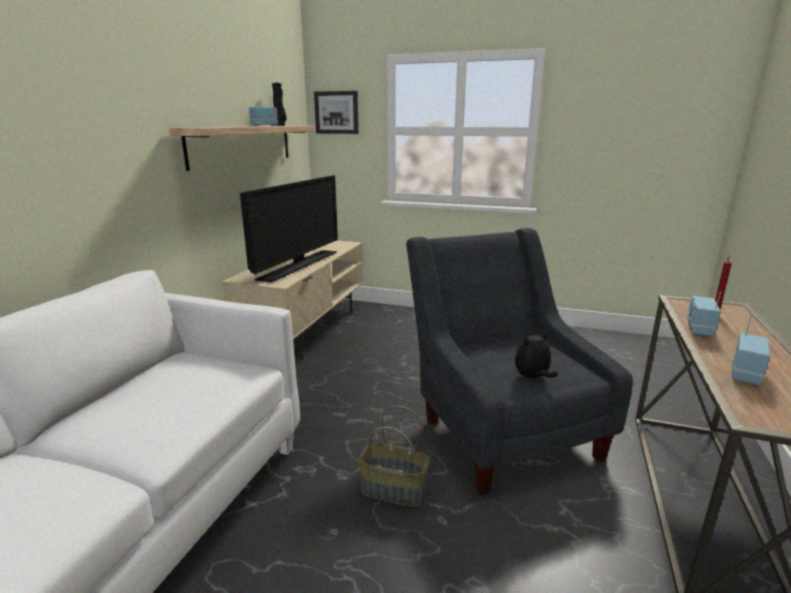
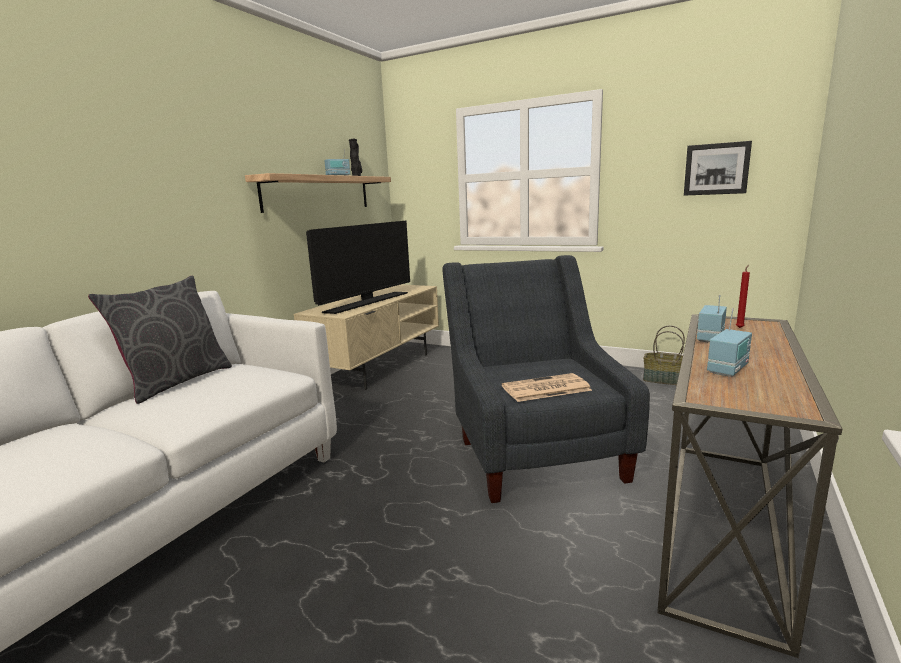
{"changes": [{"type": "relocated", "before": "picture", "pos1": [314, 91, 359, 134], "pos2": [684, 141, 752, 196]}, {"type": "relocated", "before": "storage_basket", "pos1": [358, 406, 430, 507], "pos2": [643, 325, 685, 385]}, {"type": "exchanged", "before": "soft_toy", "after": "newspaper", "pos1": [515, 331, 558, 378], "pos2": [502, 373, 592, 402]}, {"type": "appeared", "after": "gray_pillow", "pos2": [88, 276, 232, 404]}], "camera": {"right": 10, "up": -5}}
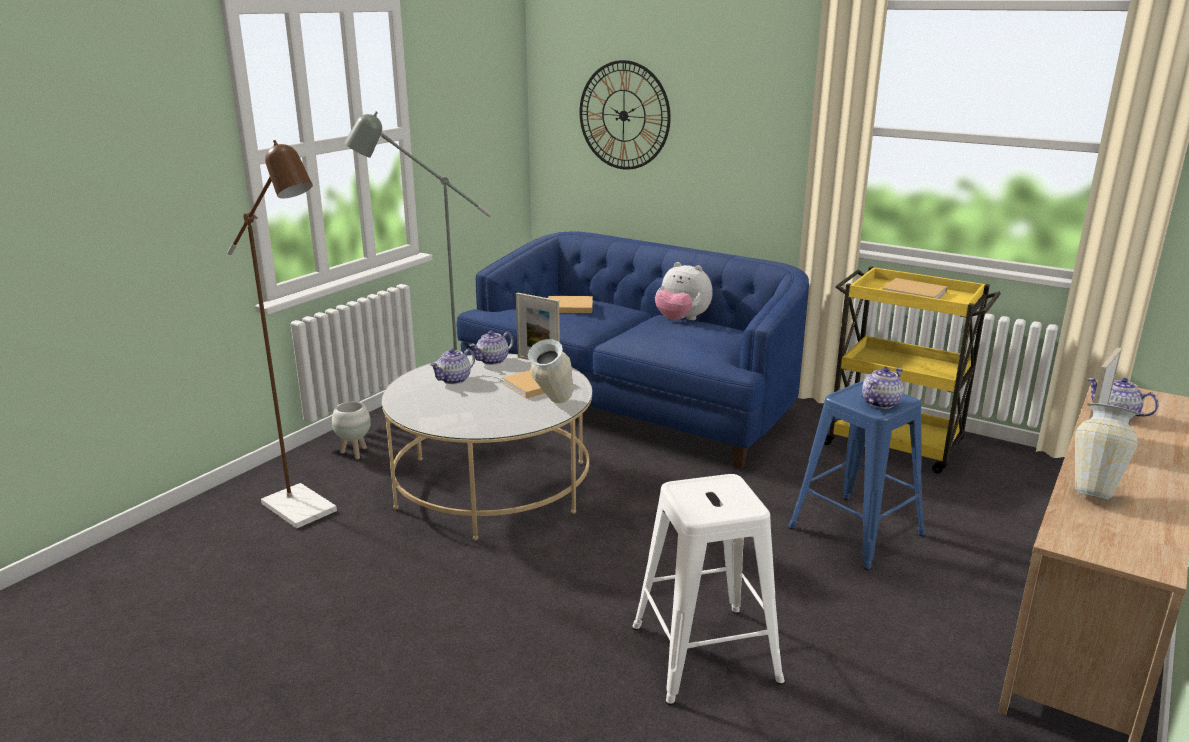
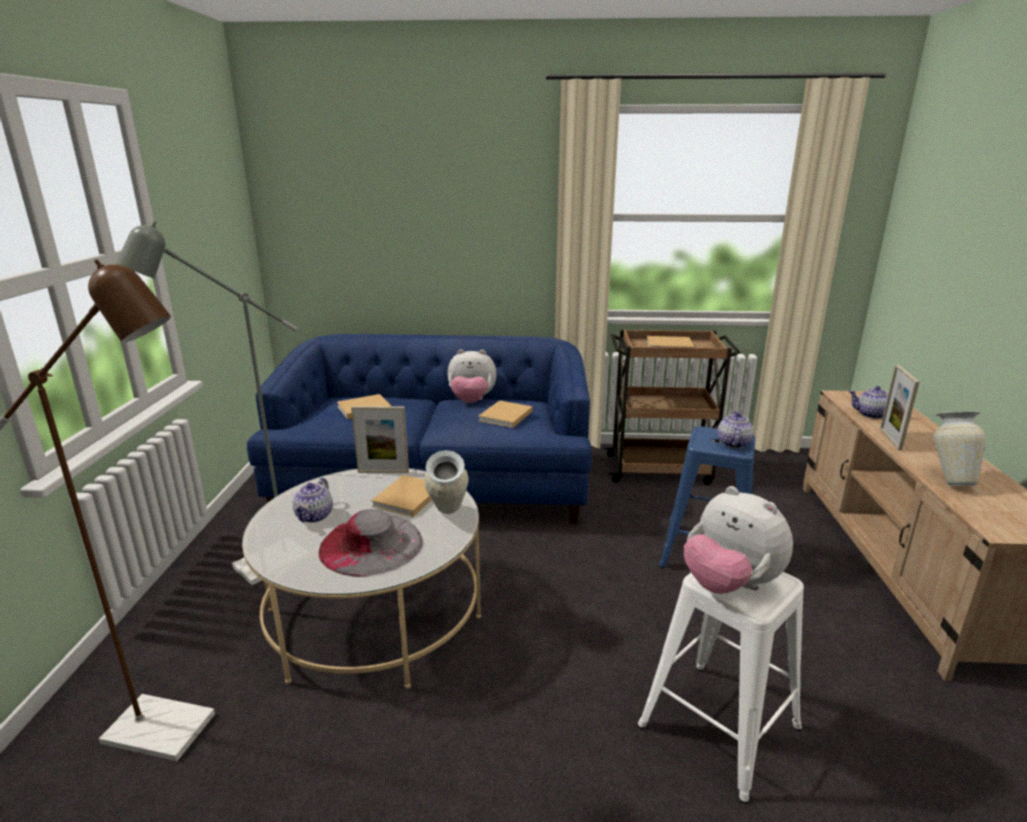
{"changes": [{"type": "missing", "before": "white_planter", "pos1": [332, 401, 371, 459]}, {"type": "missing", "before": "tea_pot", "pos1": [469, 331, 514, 365]}, {"type": "missing", "before": "clock_on_the_wall", "pos1": [579, 60, 671, 170]}, {"type": "colour", "before": "yellow_cart", "after": "brown_cart", "pos1": [824, 266, 1001, 474], "pos2": [604, 329, 740, 485]}, {"type": "appeared", "after": "gray_hat", "pos2": [319, 509, 423, 577]}, {"type": "appeared", "after": "sand-coloured_volume", "pos2": [478, 400, 533, 428]}, {"type": "appeared", "after": "soft_toy", "pos2": [684, 486, 793, 594]}], "camera": {"right": -30, "up": 0}}
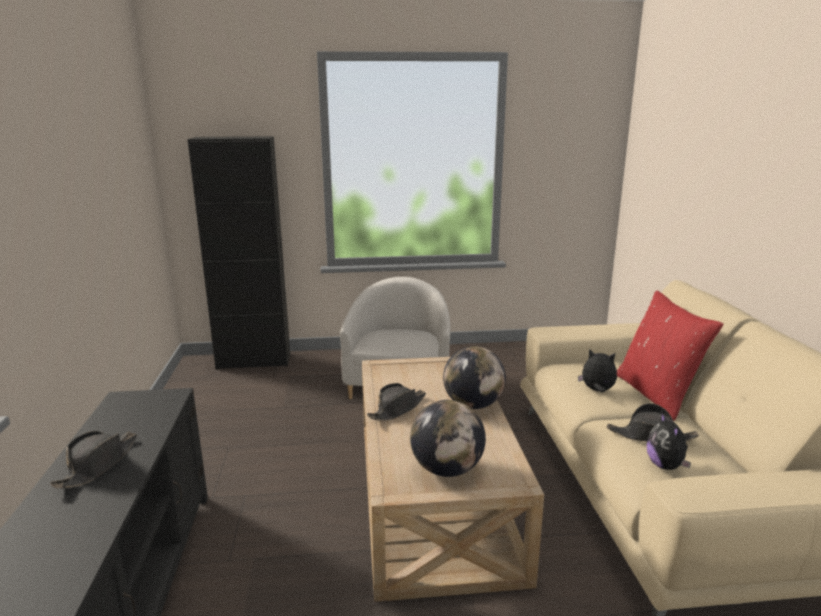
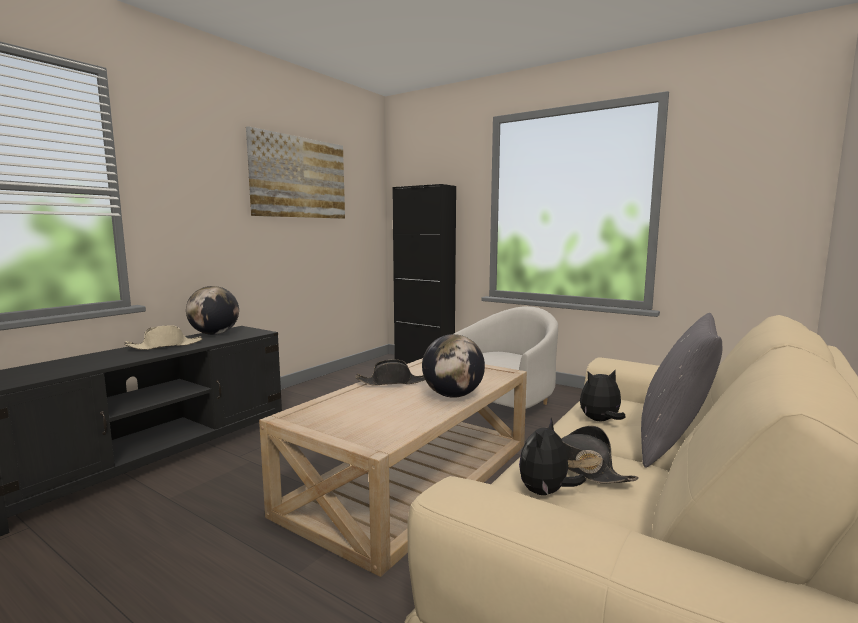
{"changes": [{"type": "colour", "before": "black-coloured_hat", "after": "sand-coloured_hat", "pos1": [50, 431, 137, 489], "pos2": [124, 325, 202, 350]}, {"type": "relocated", "before": "globe", "pos1": [410, 400, 486, 477], "pos2": [186, 286, 239, 335]}, {"type": "spun", "before": "soft_toy", "pos1": [578, 349, 617, 392], "pos2": [580, 370, 626, 421], "turn": -75}, {"type": "colour", "before": "reddish_pillow", "after": "gray_pillow", "pos1": [617, 290, 723, 421], "pos2": [641, 313, 722, 468]}, {"type": "appeared", "after": "picture", "pos2": [246, 126, 345, 219]}], "camera": {"right": 40, "up": -10}}
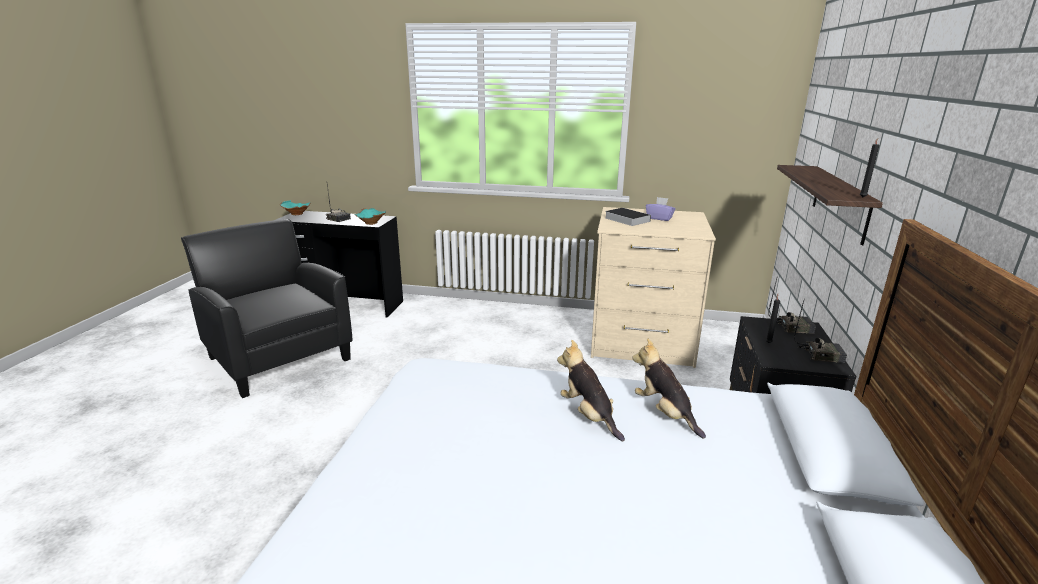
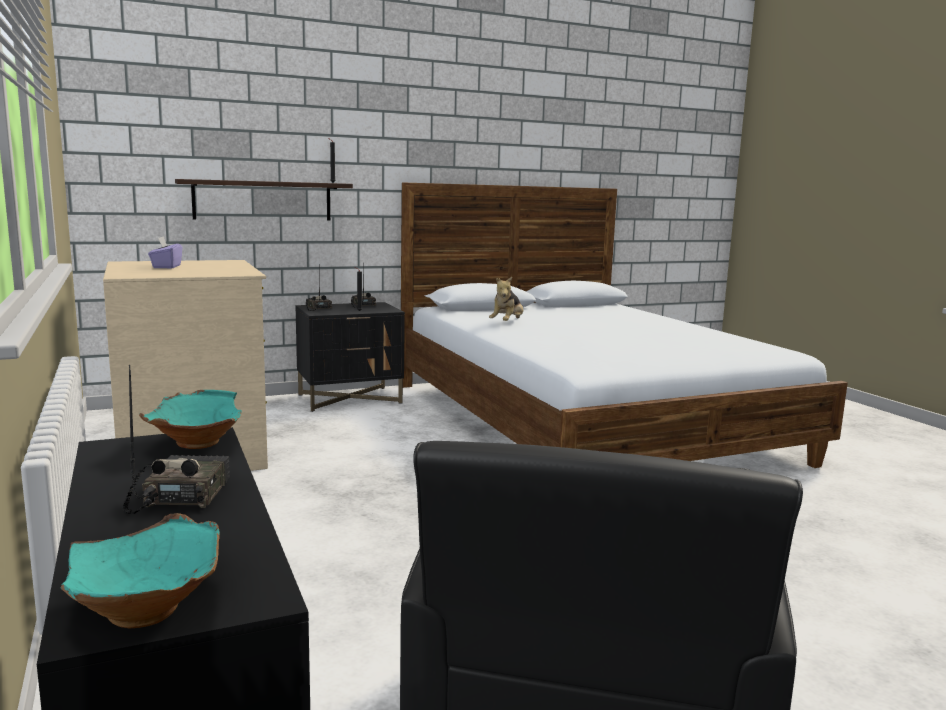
{"changes": [{"type": "missing", "before": "soft_toy", "pos1": [557, 340, 625, 441]}, {"type": "missing", "before": "volume", "pos1": [605, 208, 651, 226]}], "camera": {"right": -125, "up": -10}}
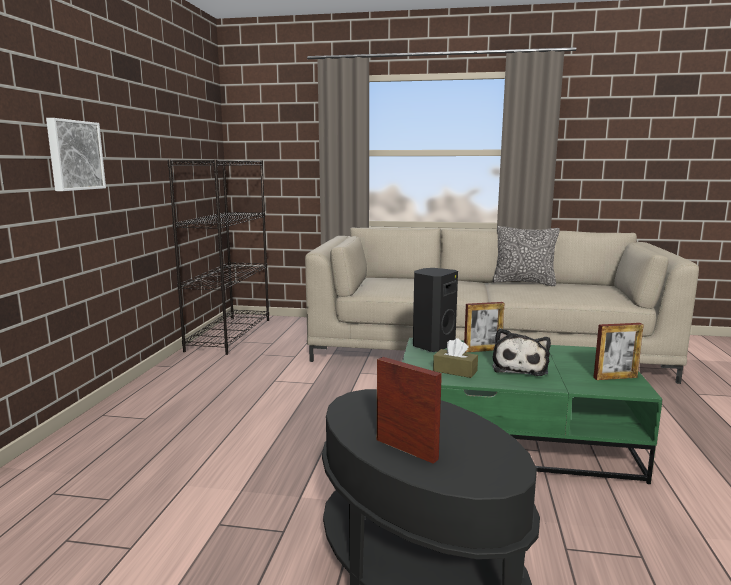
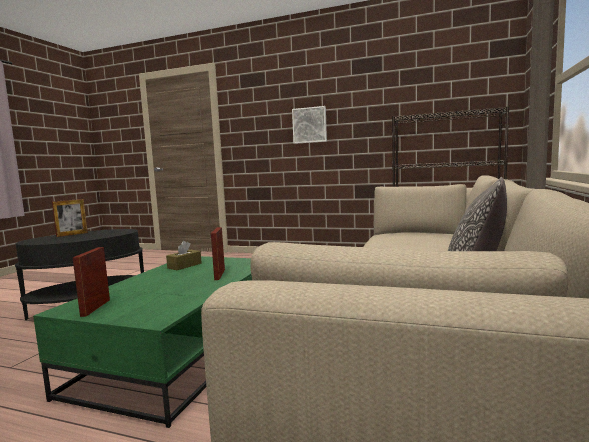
{"changes": [{"type": "missing", "before": "black-coloured_loudspeaker", "pos1": [413, 268, 458, 352]}, {"type": "missing", "before": "soft_toy", "pos1": [492, 328, 551, 376]}], "camera": {"right": 100, "up": -5}}
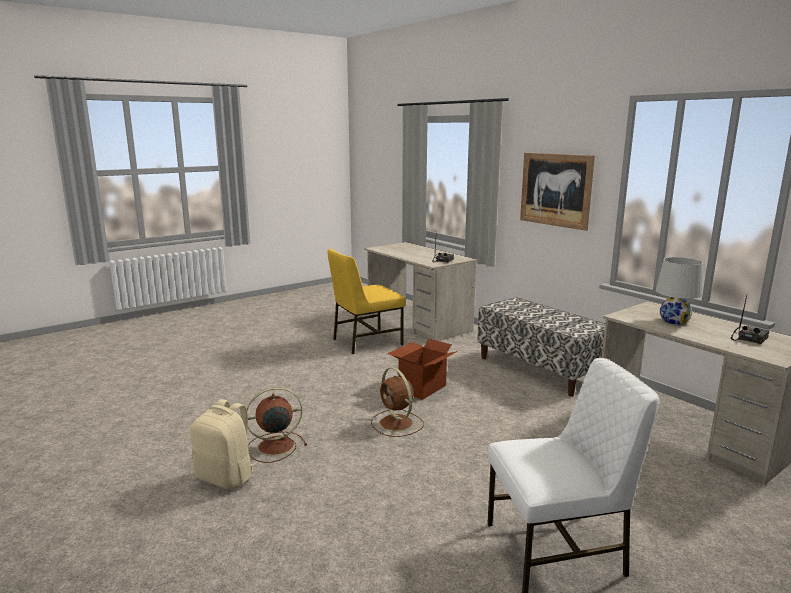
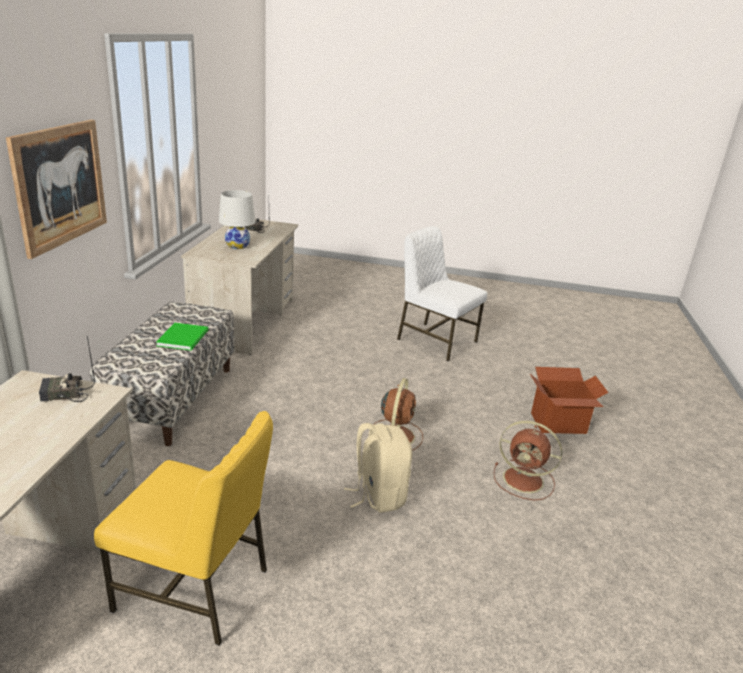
{"changes": [{"type": "relocated", "before": "sand-coloured_knapsack", "pos1": [190, 399, 257, 490], "pos2": [344, 423, 412, 513]}, {"type": "relocated", "before": "cardboard_box", "pos1": [387, 339, 458, 400], "pos2": [530, 367, 608, 434]}, {"type": "appeared", "after": "greenish_volume", "pos2": [156, 323, 209, 351]}], "camera": {"right": -135, "up": 10}}
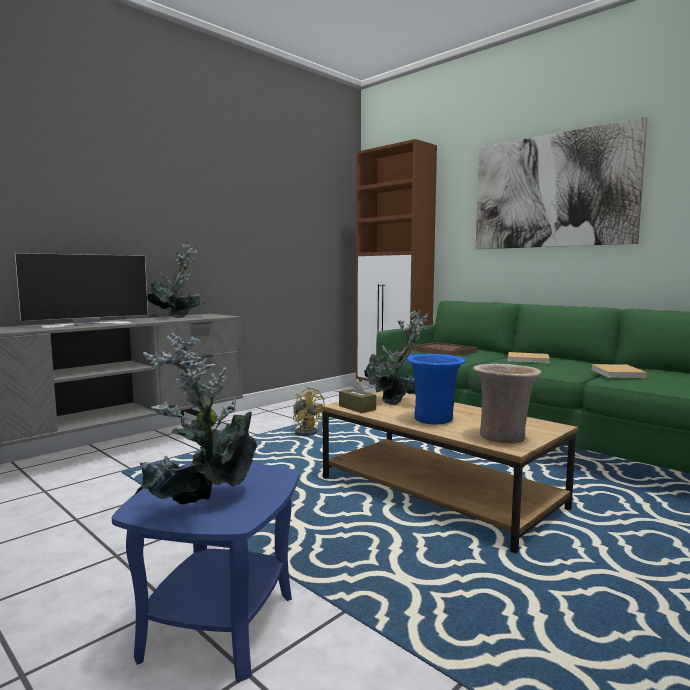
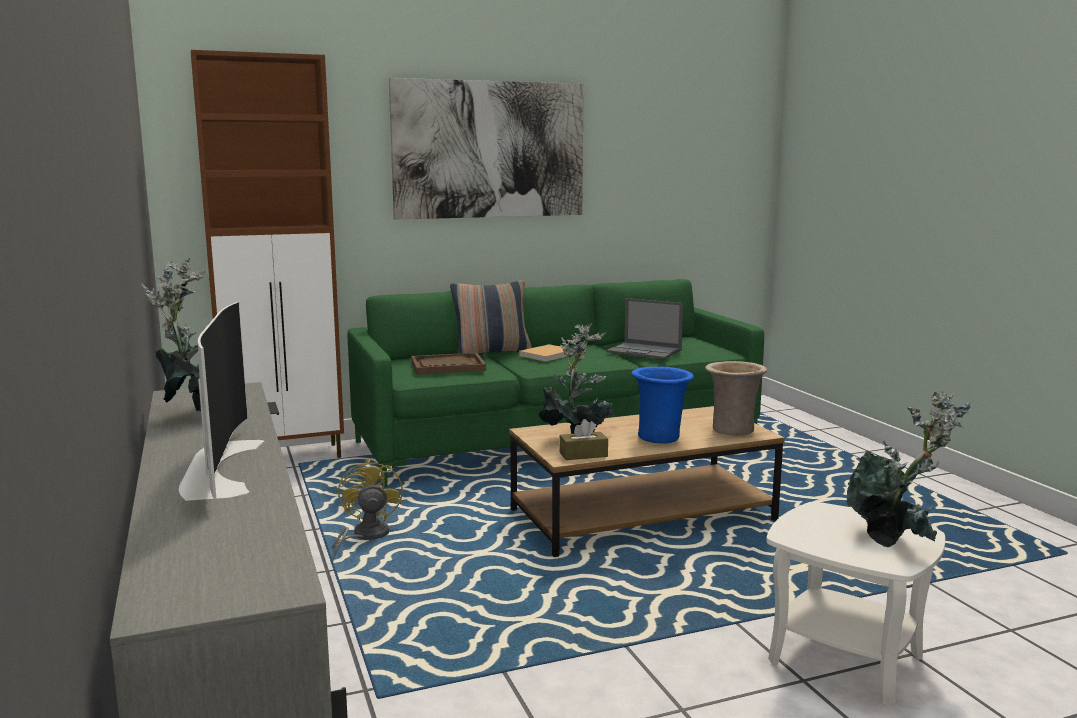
{"changes": [{"type": "colour", "before": "bluish_end_table", "after": "white_end_table", "pos1": [112, 462, 298, 683], "pos2": [766, 502, 945, 704]}, {"type": "spun", "before": "yellow_electric_fan", "pos1": [293, 387, 325, 436], "pos2": [332, 459, 403, 558], "turn": -75}, {"type": "exchanged", "before": "sand-coloured_volume", "after": "portable_computer", "pos1": [591, 364, 648, 378], "pos2": [606, 298, 683, 359]}, {"type": "appeared", "after": "pillow", "pos2": [450, 280, 532, 354]}], "camera": {"right": -65, "up": 5}}
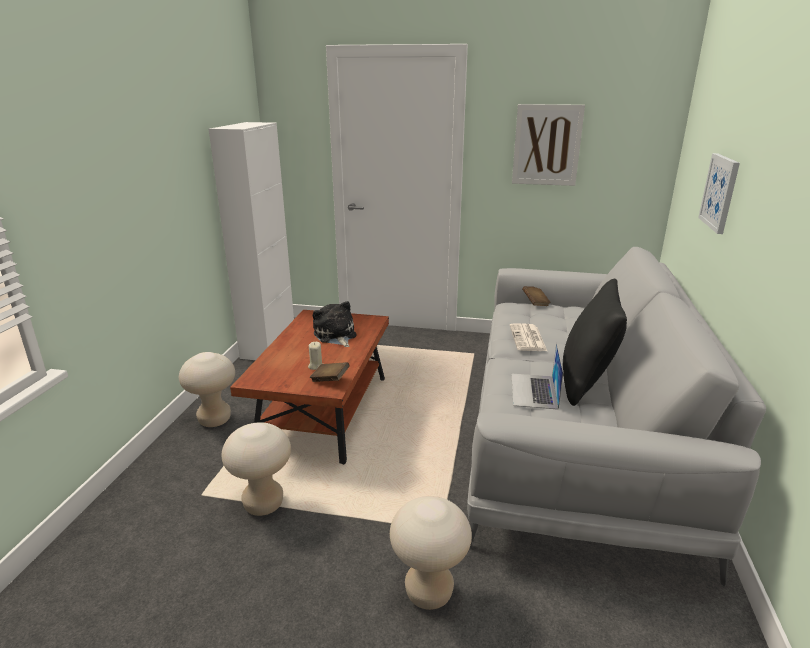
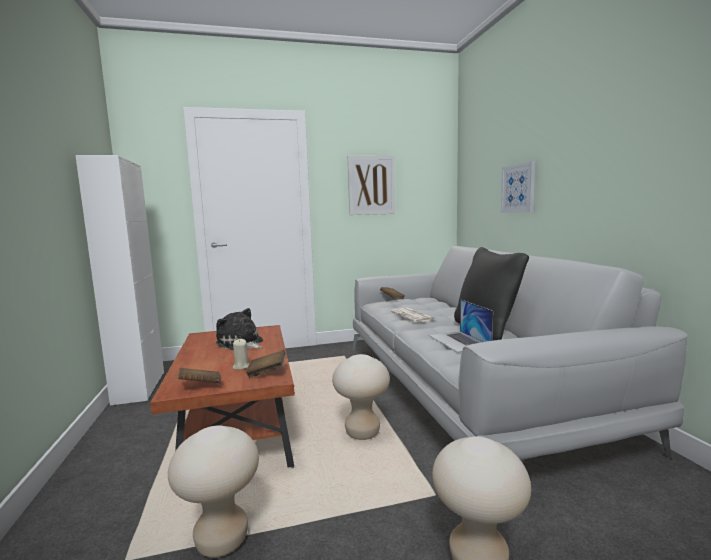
{"changes": [{"type": "relocated", "before": "sand-coloured_sitting_stool", "pos1": [179, 352, 235, 427], "pos2": [332, 354, 390, 440]}, {"type": "appeared", "after": "brown_volume", "pos2": [178, 368, 221, 383]}], "camera": {"right": -25, "up": -15}}
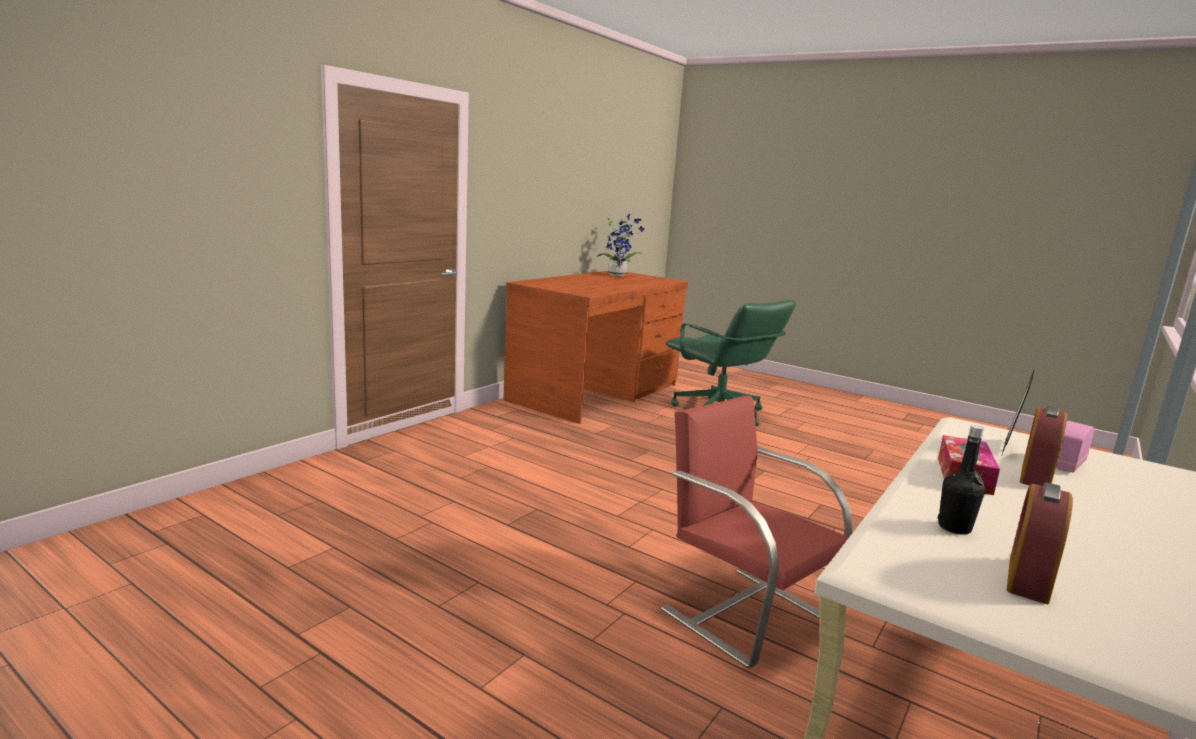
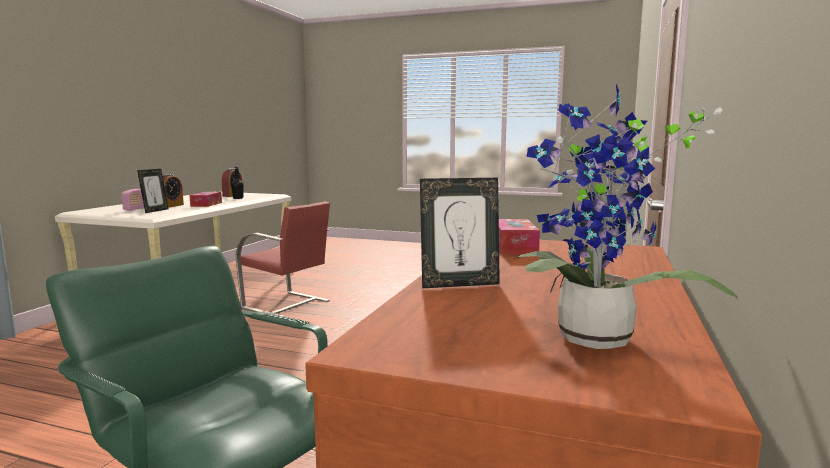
{"changes": [{"type": "appeared", "after": "picture_frame", "pos2": [420, 178, 500, 288]}, {"type": "appeared", "after": "box_of_tissues", "pos2": [499, 219, 540, 255]}], "camera": {"right": 165, "up": -5}}
